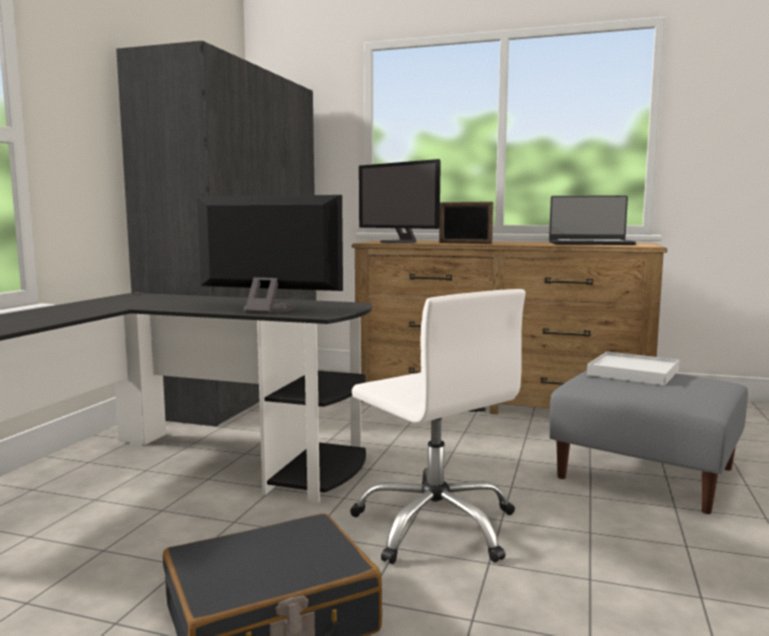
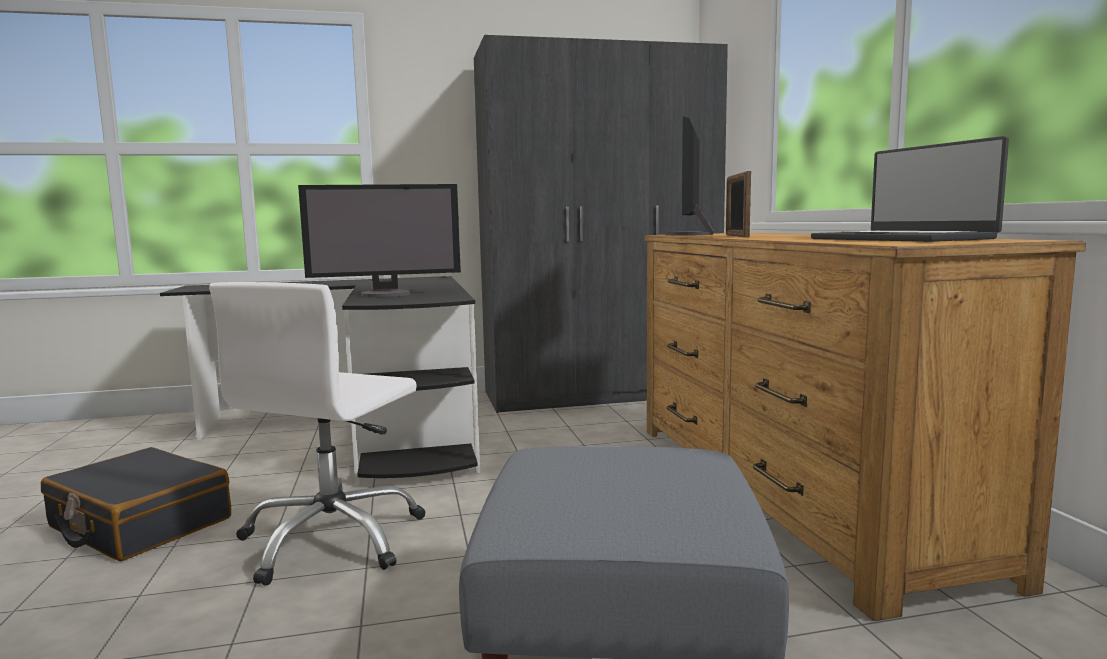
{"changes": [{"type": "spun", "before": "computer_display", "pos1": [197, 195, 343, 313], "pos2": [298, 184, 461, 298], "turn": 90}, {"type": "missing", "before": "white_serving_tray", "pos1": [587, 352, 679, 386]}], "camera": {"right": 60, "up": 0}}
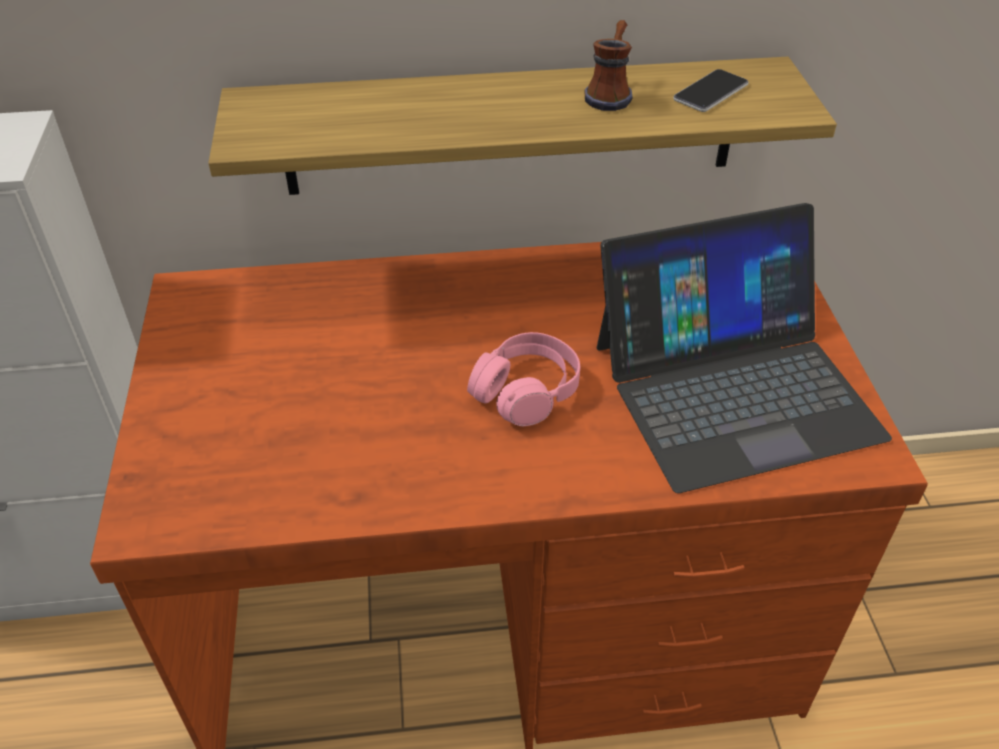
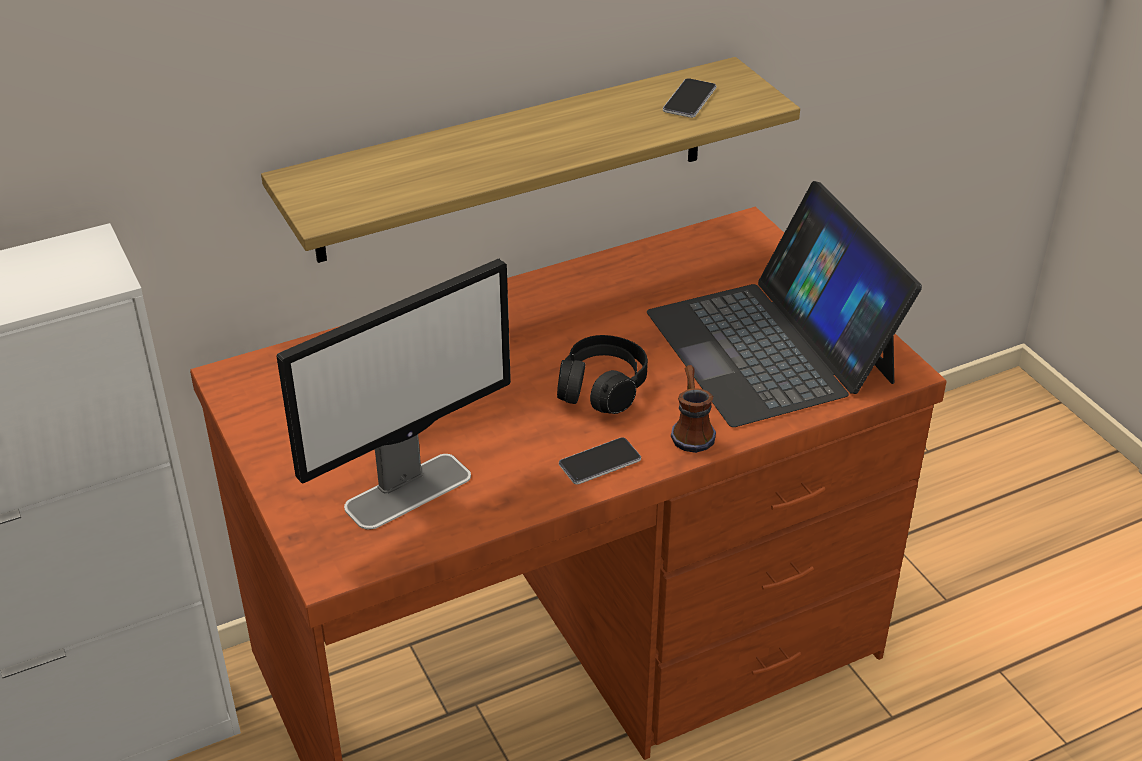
{"changes": [{"type": "colour", "before": "pinkish_headset", "after": "black-coloured_headset", "pos1": [467, 332, 580, 426], "pos2": [557, 335, 648, 414]}, {"type": "relocated", "before": "mug", "pos1": [584, 20, 633, 111], "pos2": [671, 365, 716, 453]}, {"type": "spun", "before": "portable_computer", "pos1": [597, 203, 892, 493], "pos2": [647, 181, 922, 427], "turn": 105}, {"type": "appeared", "after": "computer_display", "pos2": [276, 259, 511, 530]}, {"type": "appeared", "after": "phone", "pos2": [559, 437, 641, 484]}], "camera": {"right": -20, "up": -5}}
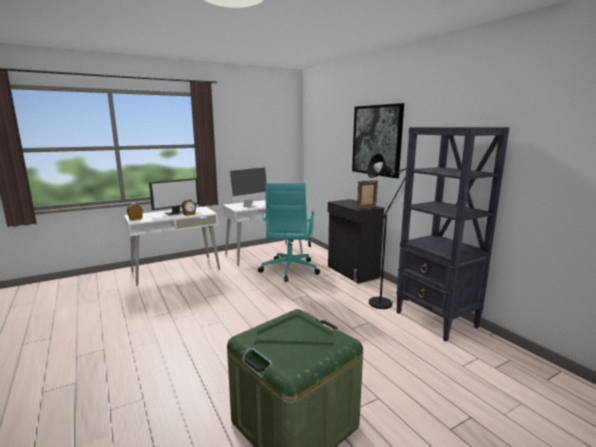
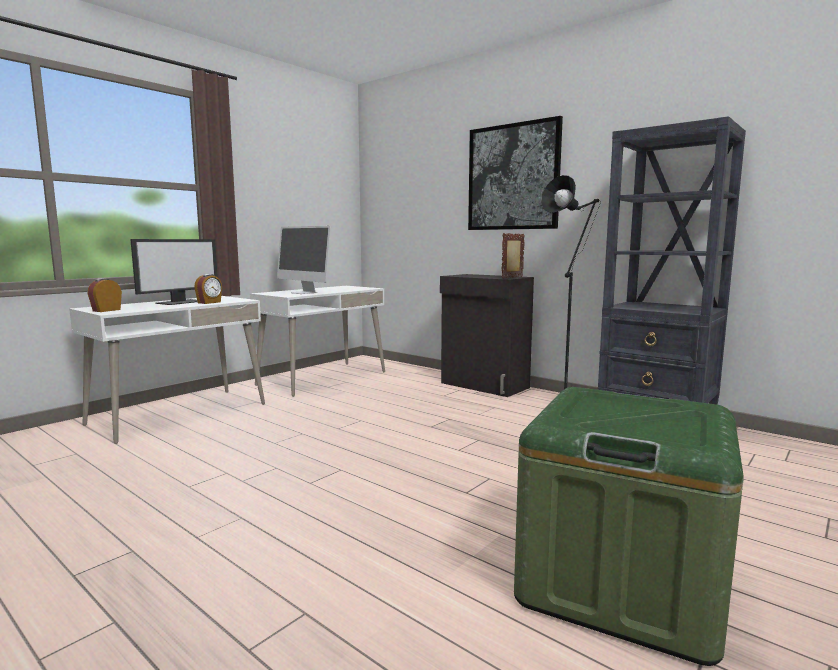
{"changes": [{"type": "spun", "before": "computer_display", "pos1": [228, 166, 268, 208], "pos2": [277, 226, 331, 294], "turn": 105}, {"type": "missing", "before": "blue-green_computer_chair", "pos1": [258, 182, 320, 282]}], "camera": {"right": -20, "up": -5}}
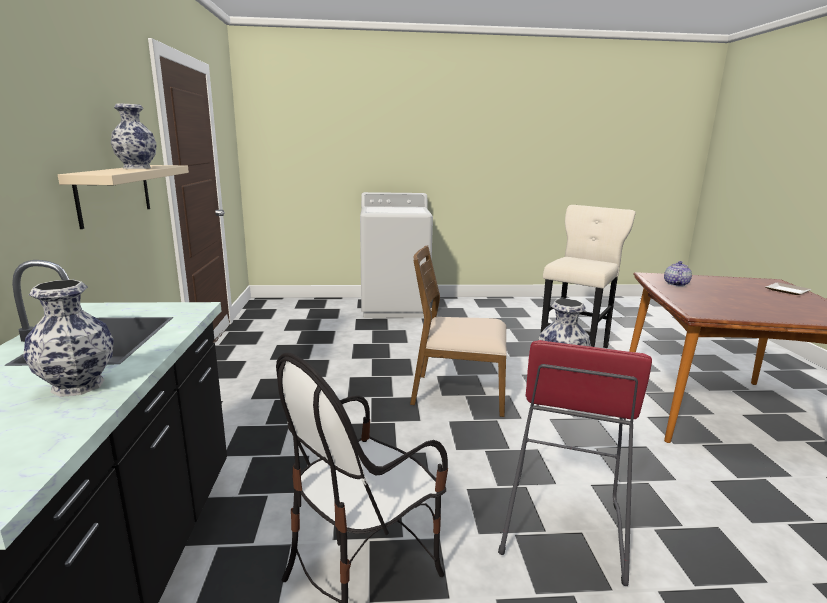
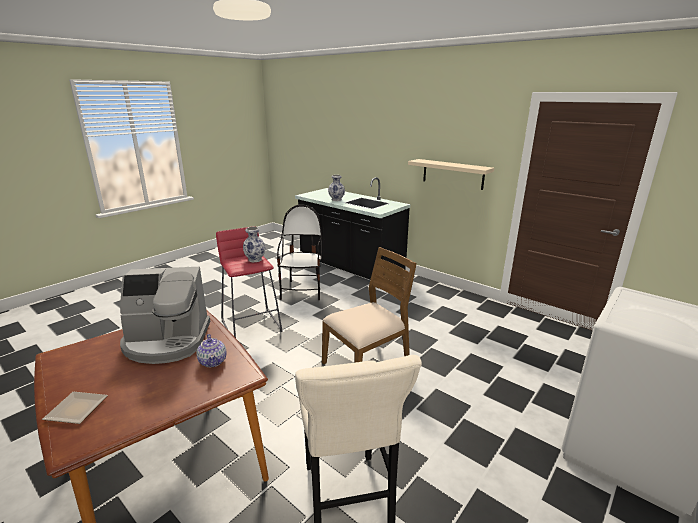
{"changes": [{"type": "missing", "before": "flower_vase", "pos1": [111, 104, 157, 169]}, {"type": "appeared", "after": "coffee_machine", "pos2": [120, 267, 210, 364]}], "camera": {"right": 135, "up": 5}}
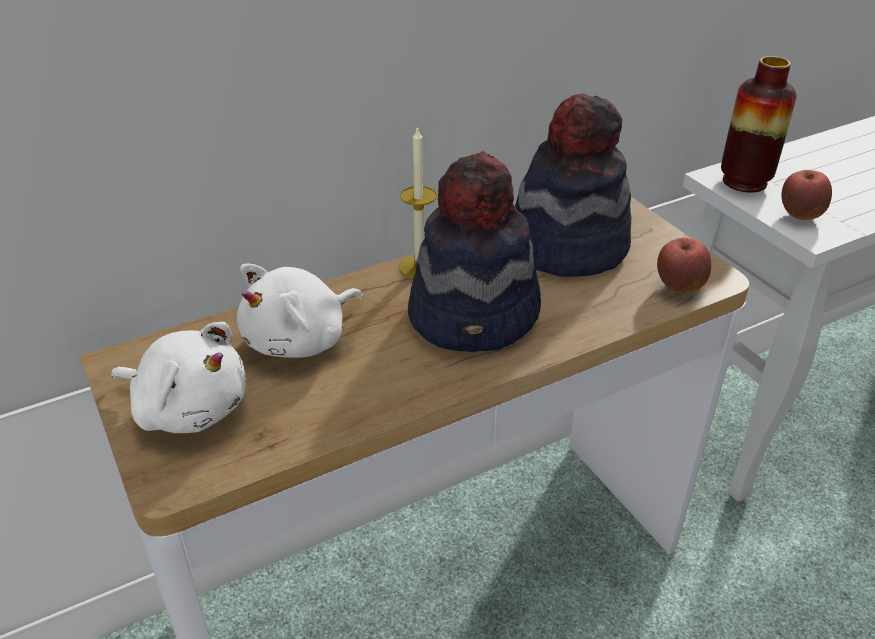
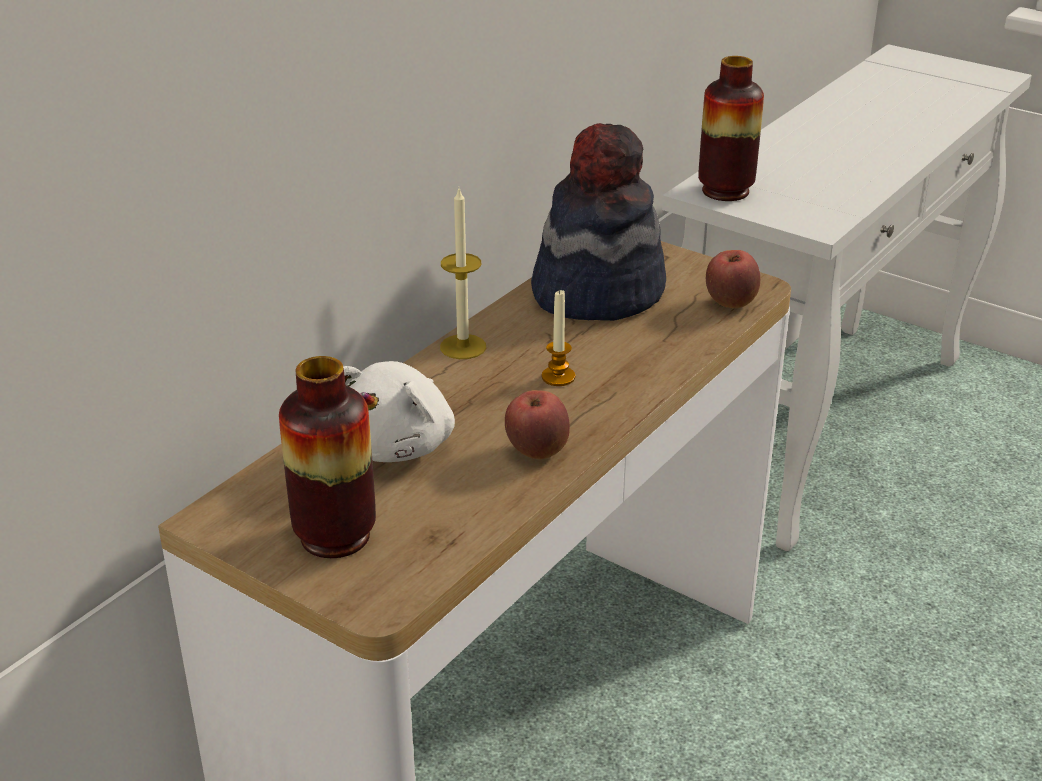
{"changes": [{"type": "exchanged", "before": "white_soft_toy", "after": "flower_vase", "pos1": [111, 322, 246, 433], "pos2": [279, 356, 376, 558]}, {"type": "exchanged", "before": "hat", "after": "wax_candle", "pos1": [408, 151, 541, 352], "pos2": [542, 289, 575, 386]}, {"type": "relocated", "before": "apple", "pos1": [781, 170, 832, 220], "pos2": [505, 390, 570, 459]}], "camera": {"right": -25, "up": -5}}
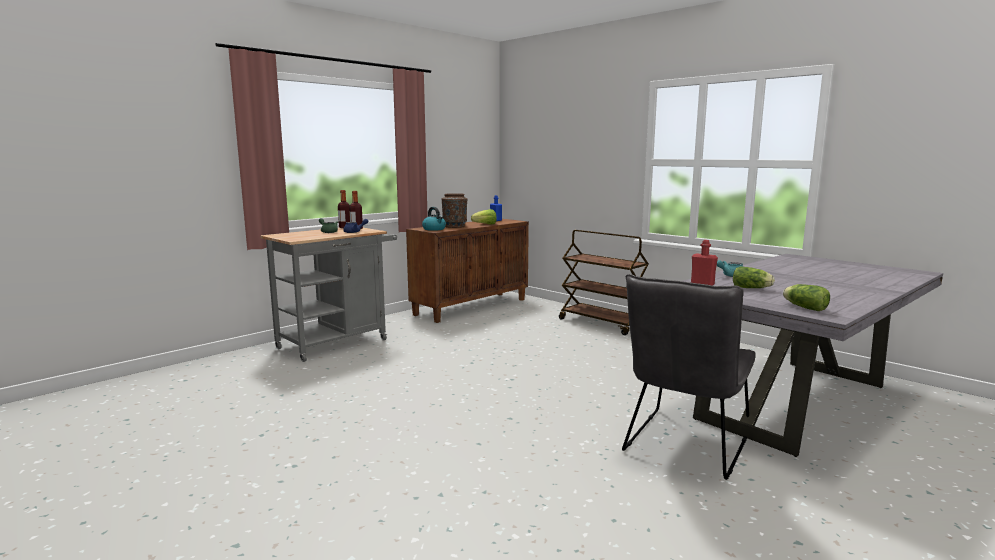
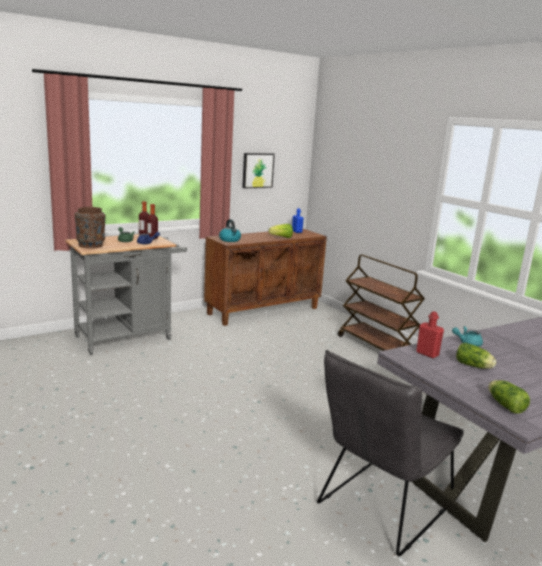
{"changes": [{"type": "relocated", "before": "brown_flower_vase", "pos1": [442, 193, 467, 228], "pos2": [74, 207, 106, 248]}, {"type": "appeared", "after": "picture", "pos2": [242, 153, 275, 188]}], "camera": {"right": 10, "up": 5}}
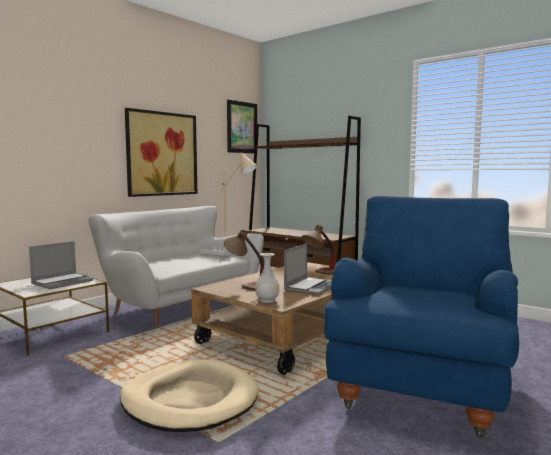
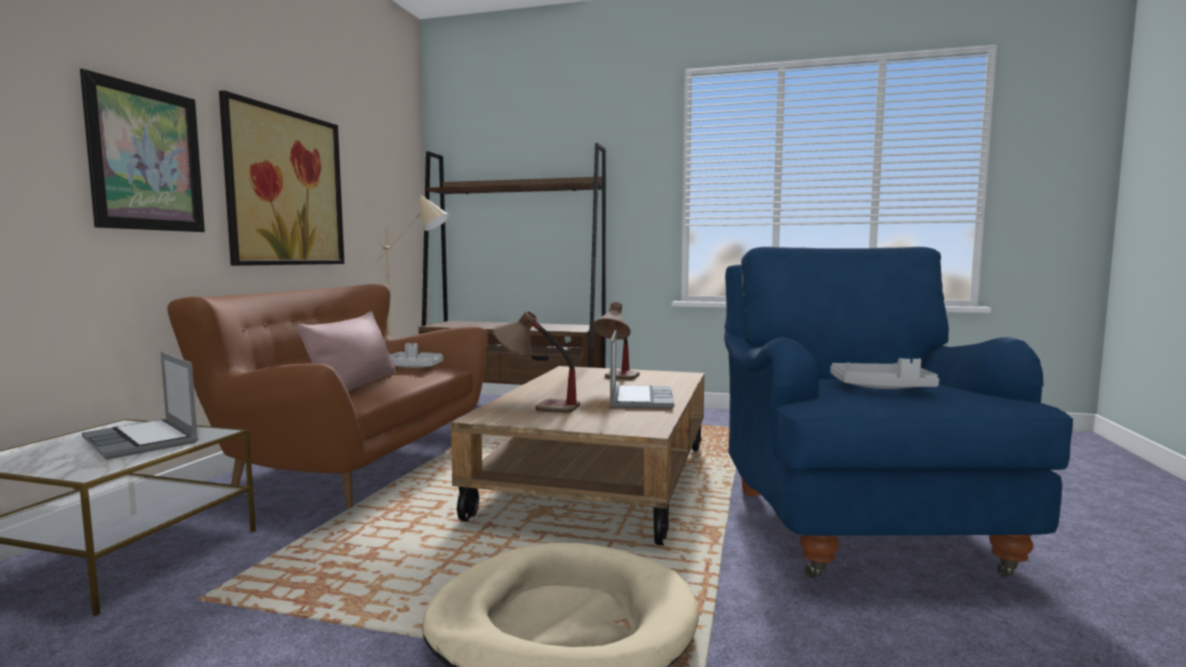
{"changes": [{"type": "spun", "before": "portable_computer", "pos1": [29, 241, 94, 289], "pos2": [82, 352, 198, 459], "turn": 120}, {"type": "colour", "before": "white_settee", "after": "brown_settee", "pos1": [88, 206, 264, 329], "pos2": [167, 284, 488, 509]}, {"type": "relocated", "before": "picture", "pos1": [227, 99, 257, 153], "pos2": [80, 69, 205, 232]}, {"type": "missing", "before": "white_flower_vase", "pos1": [255, 253, 279, 303]}, {"type": "appeared", "after": "pinkish_pillow", "pos2": [297, 311, 396, 391]}, {"type": "appeared", "after": "gray_serving_tray", "pos2": [830, 358, 939, 389]}], "camera": {"right": -25, "up": 0}}
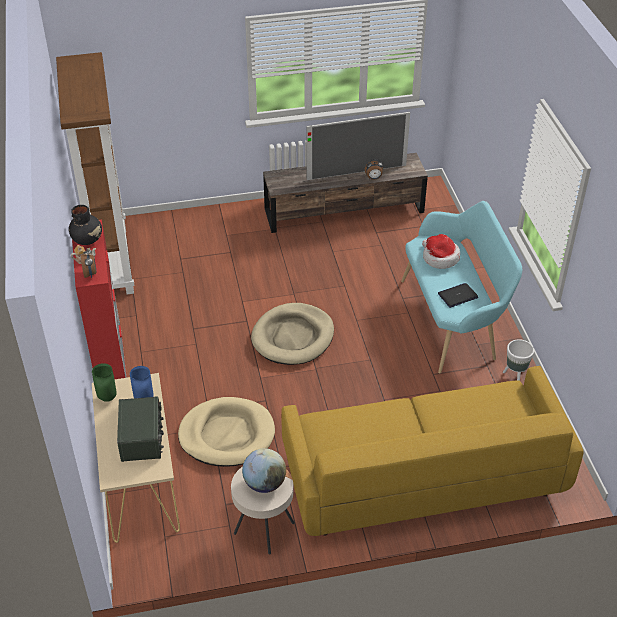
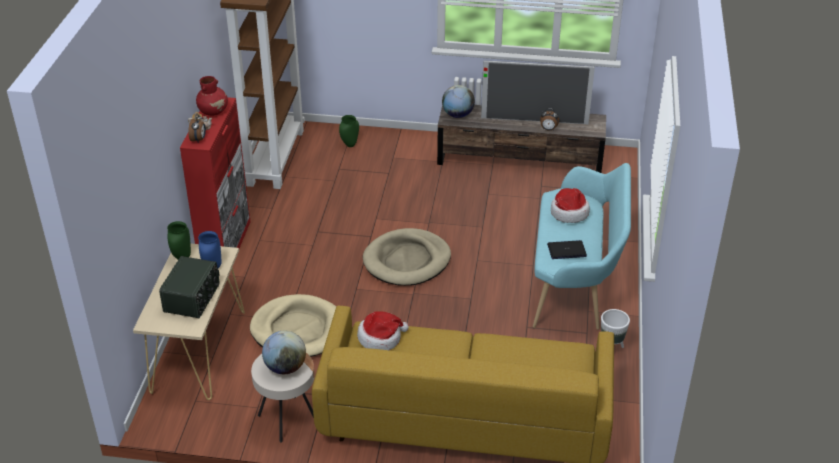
{"changes": [{"type": "colour", "before": "black-coloured_flower_vase", "after": "reddish_flower_vase", "pos1": [69, 205, 102, 245], "pos2": [196, 76, 228, 116]}, {"type": "appeared", "after": "greenish_flower_vase", "pos2": [339, 115, 359, 147]}, {"type": "appeared", "after": "hat", "pos2": [357, 311, 409, 350]}, {"type": "appeared", "after": "globe", "pos2": [442, 85, 475, 118]}], "camera": {"right": 20, "up": -5}}
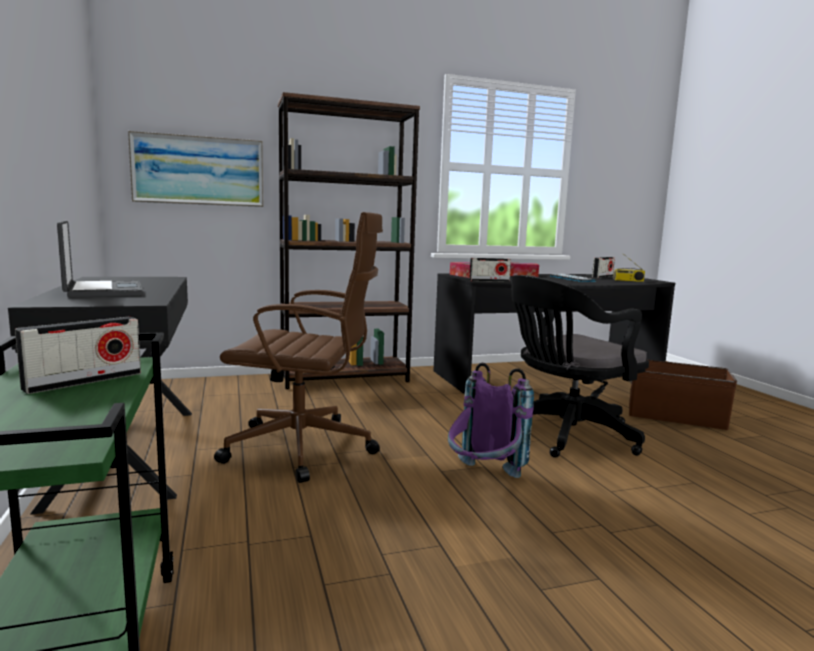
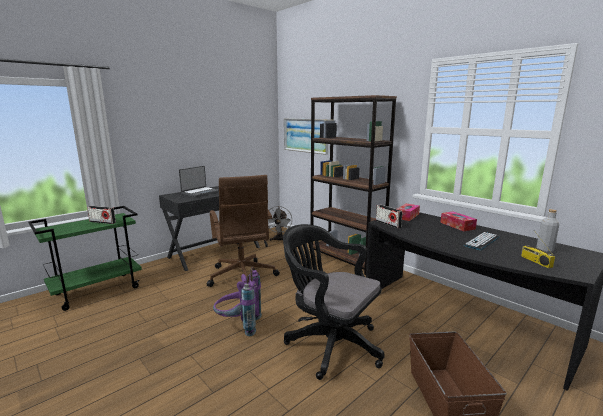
{"changes": [{"type": "exchanged", "before": "radio_receiver", "after": "gray_drink_bottle", "pos1": [592, 257, 615, 278], "pos2": [536, 209, 559, 253]}, {"type": "appeared", "after": "gray_electric_fan", "pos2": [268, 206, 292, 241]}], "camera": {"right": 65, "up": 5}}
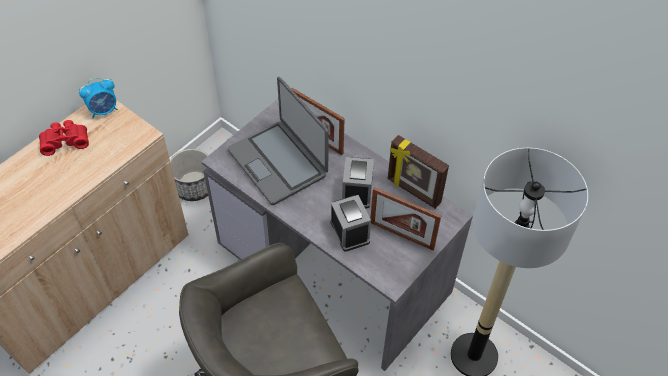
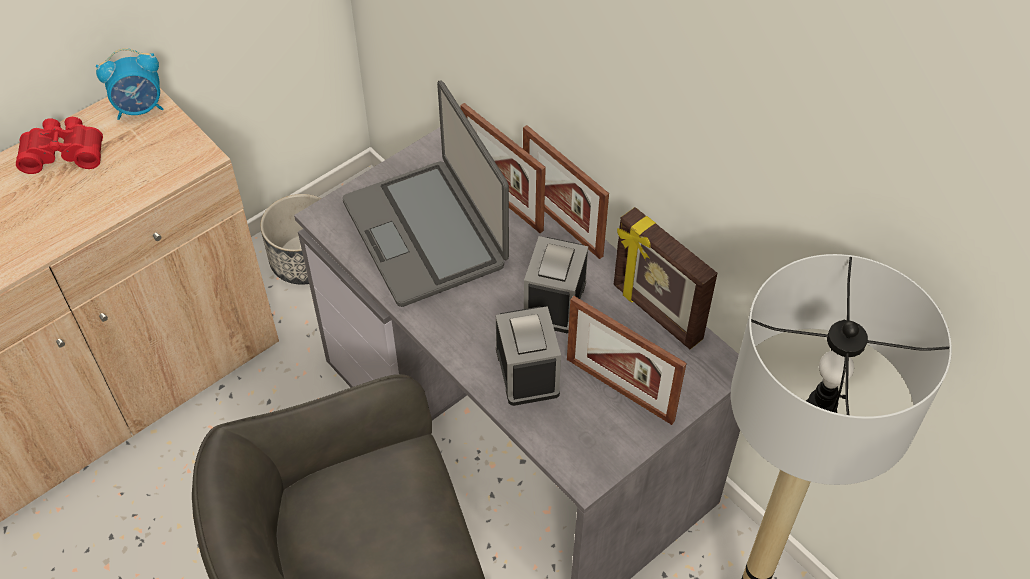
{"changes": [{"type": "appeared", "after": "picture_frame", "pos2": [523, 125, 609, 259]}], "camera": {"right": 10, "up": 0}}
